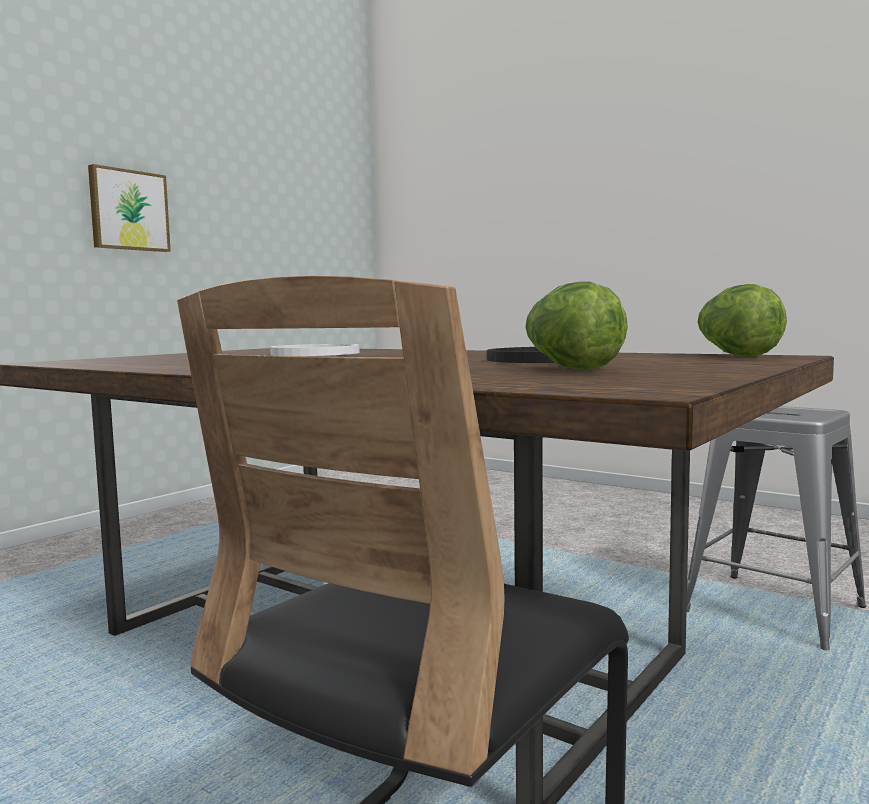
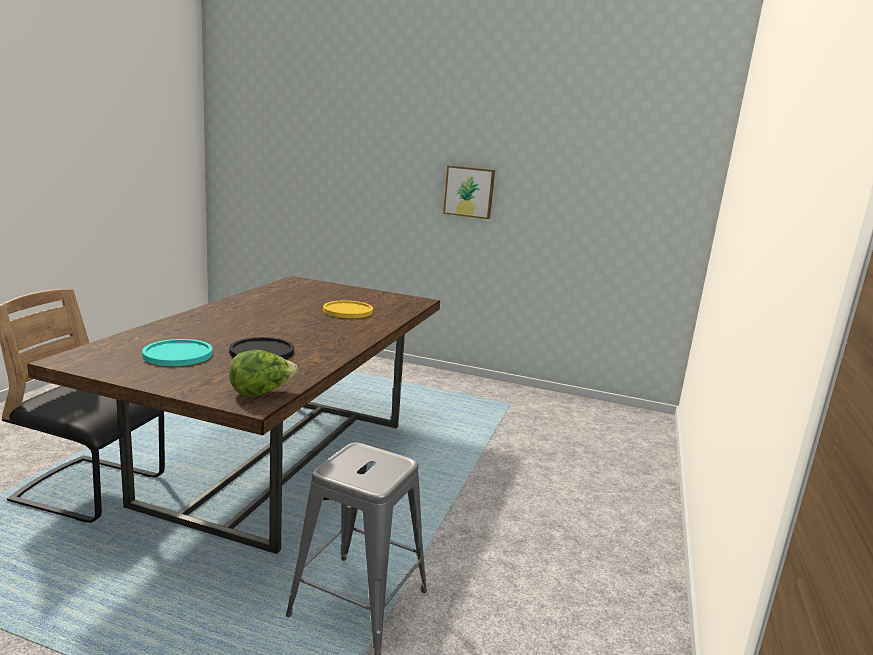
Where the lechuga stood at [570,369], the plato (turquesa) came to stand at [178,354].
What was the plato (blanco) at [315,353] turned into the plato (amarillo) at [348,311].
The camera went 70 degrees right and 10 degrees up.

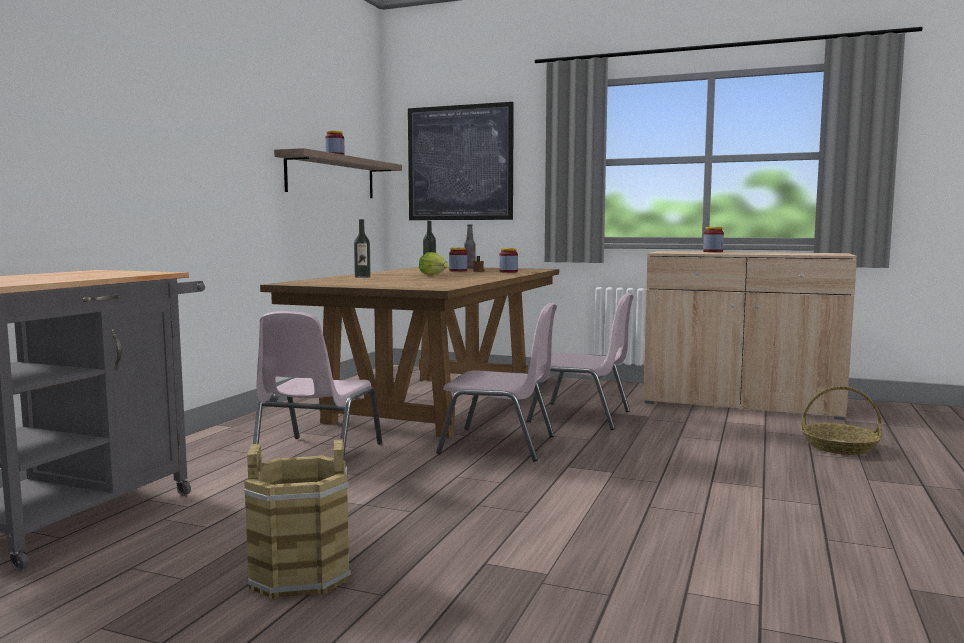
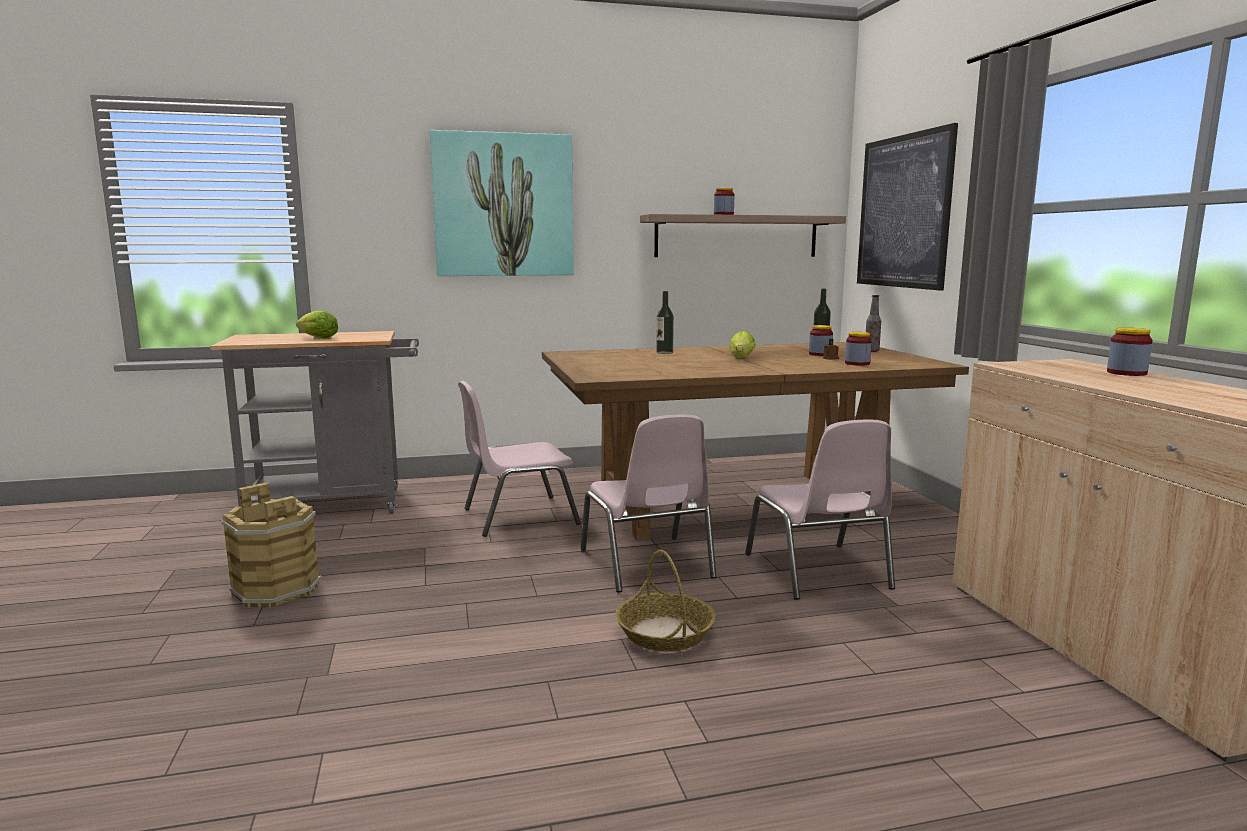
The cesta ended up elsewhere, having gone from [840,447] to [665,633].
The second view gained the cuadro at [503,205].
The second view gained the lechuga at [316,338].
The camera went 55 degrees right and 5 degrees up.

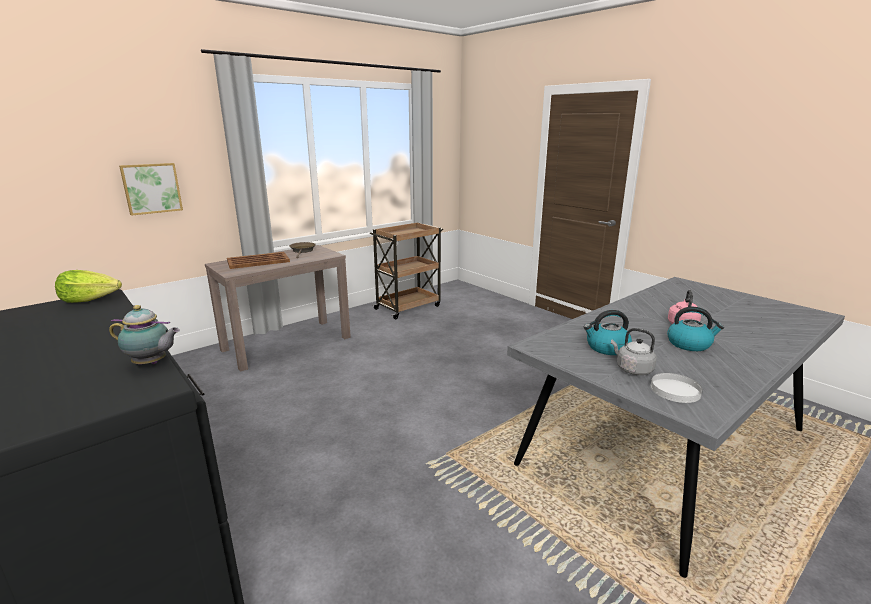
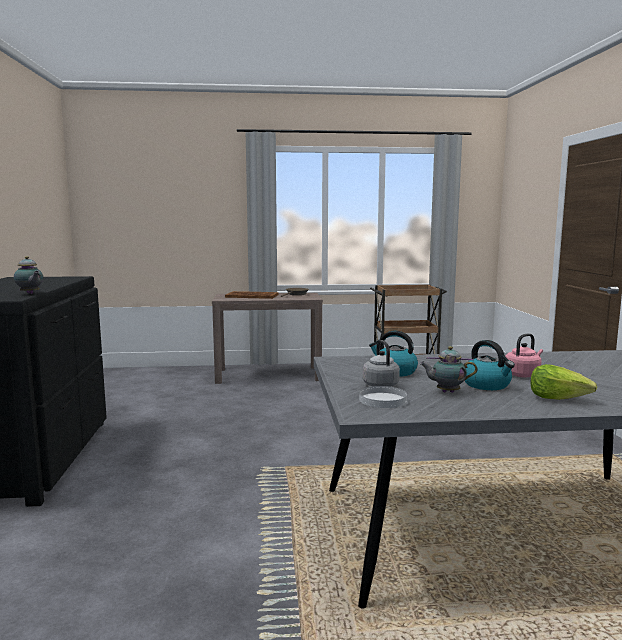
The second view lost the cuadro at [151,188].
The lechuga ended up elsewhere, having gone from [91,300] to [558,398].
The second view gained the tetera at [446,392].
The camera went 35 degrees right and 10 degrees down.

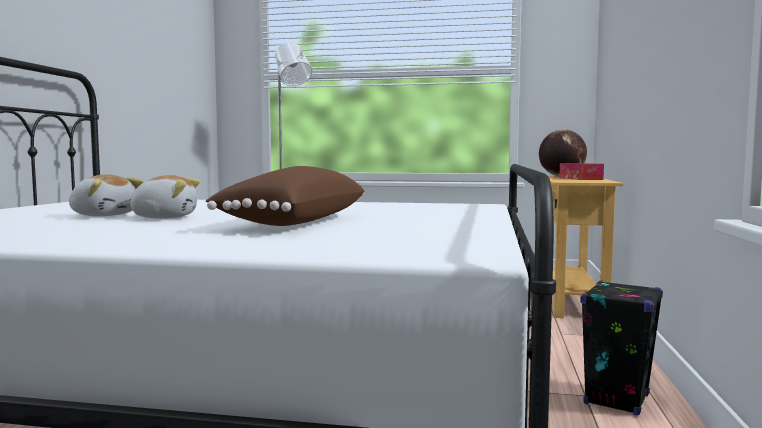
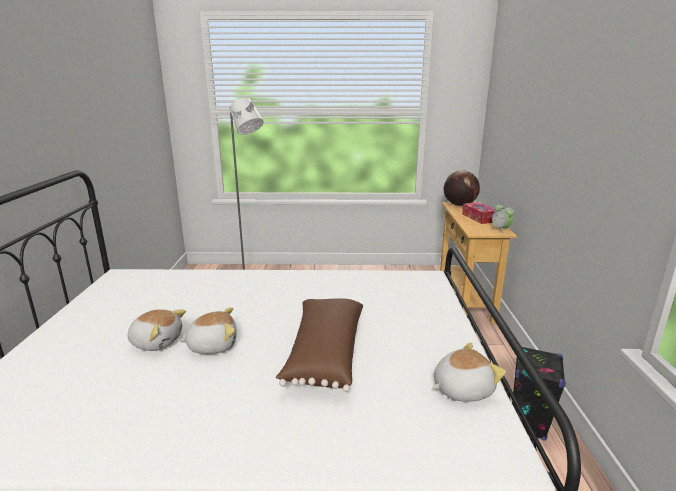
The second view gained the despertador at [501,229].
The second view gained the peluche at [461,389].
The camera went 10 degrees left and 15 degrees up.

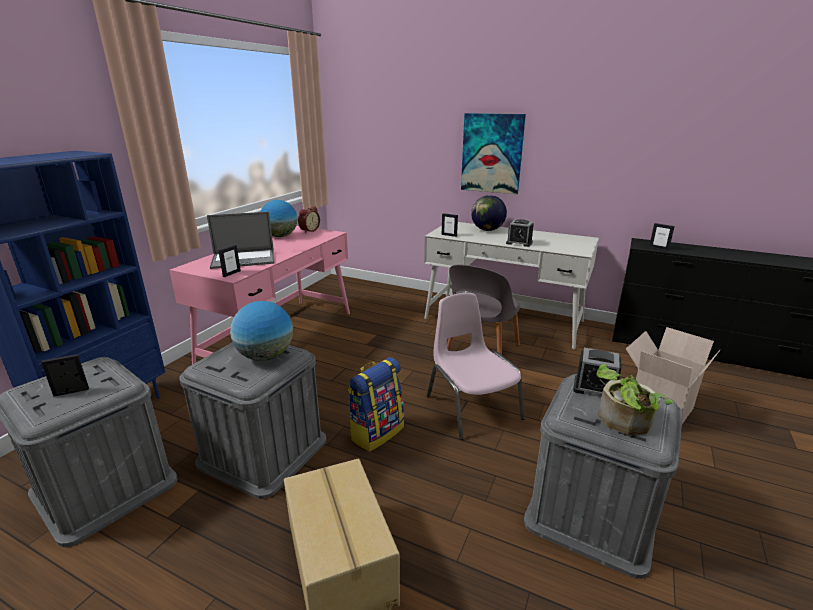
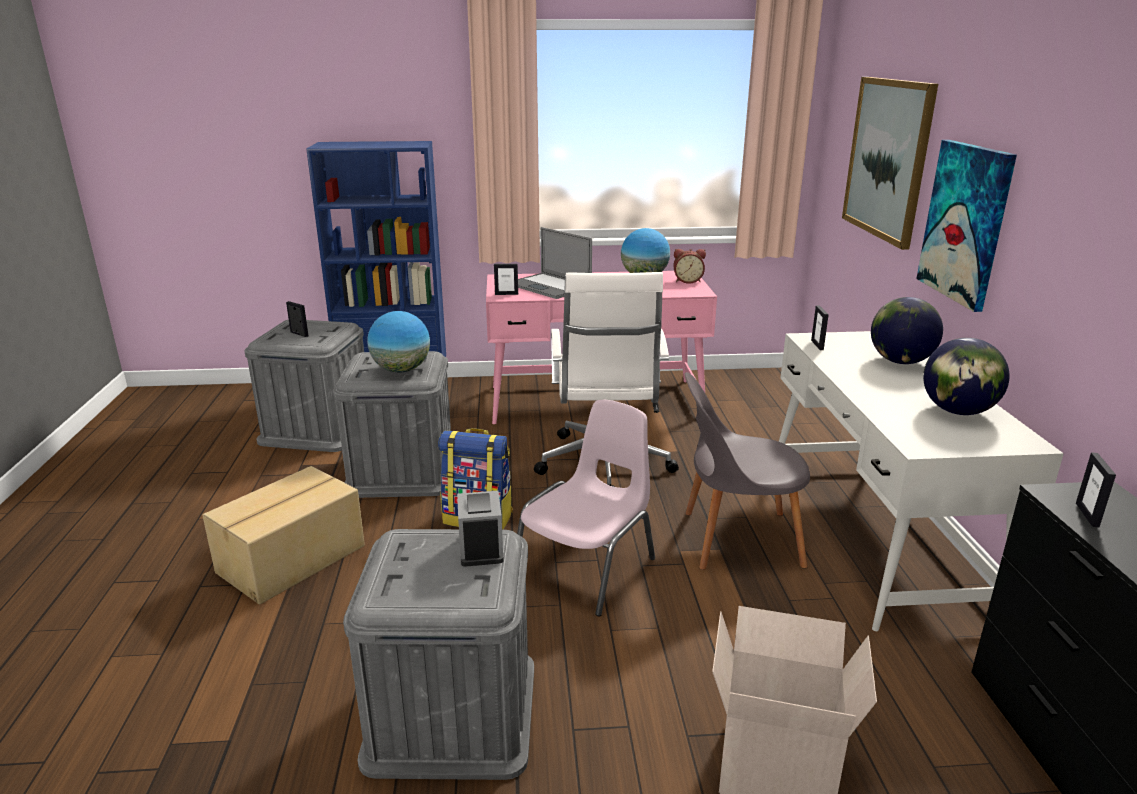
The second view lost the despertador at [519,243].
The second view lost the planta en maceta at [623,423].
The second view gained the cuadro at [887,159].
The second view gained the silla de oficina (blanco) at [604,465].
The second view gained the globo terráqueo at [957,411].
The camera went 60 degrees right and 0 degrees up.

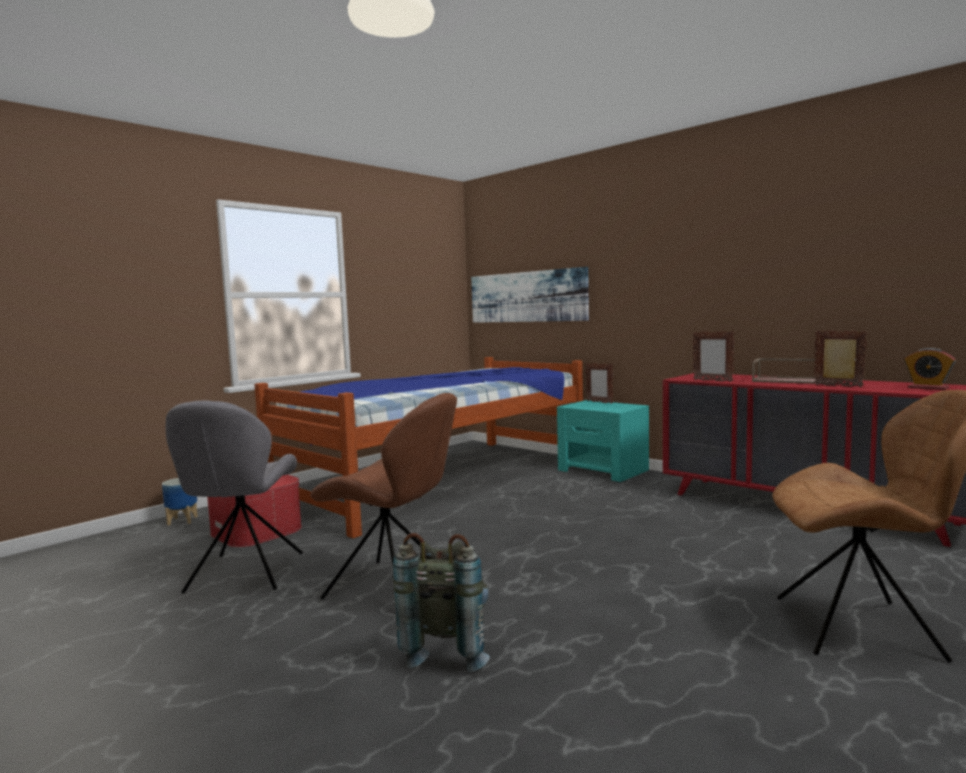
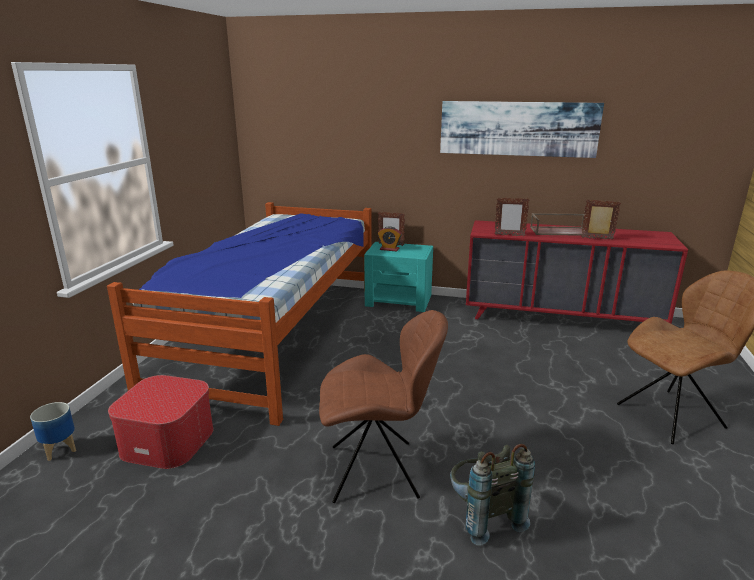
The cuadro ended up elsewhere, having gone from [526,297] to [518,128].
The despertador ended up elsewhere, having gone from [928,388] to [389,249].
The second view lost the silla (gris) at [244,574].
The camera went 30 degrees left and 15 degrees up.

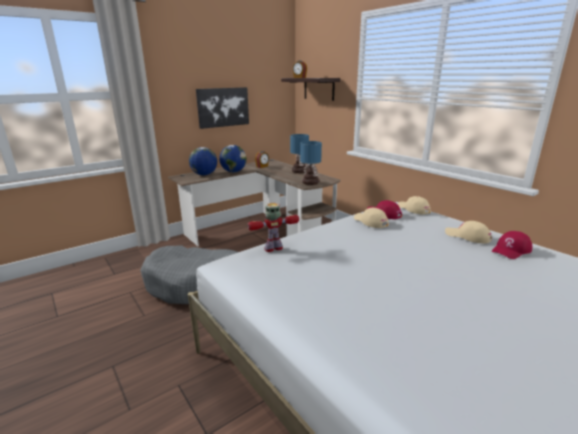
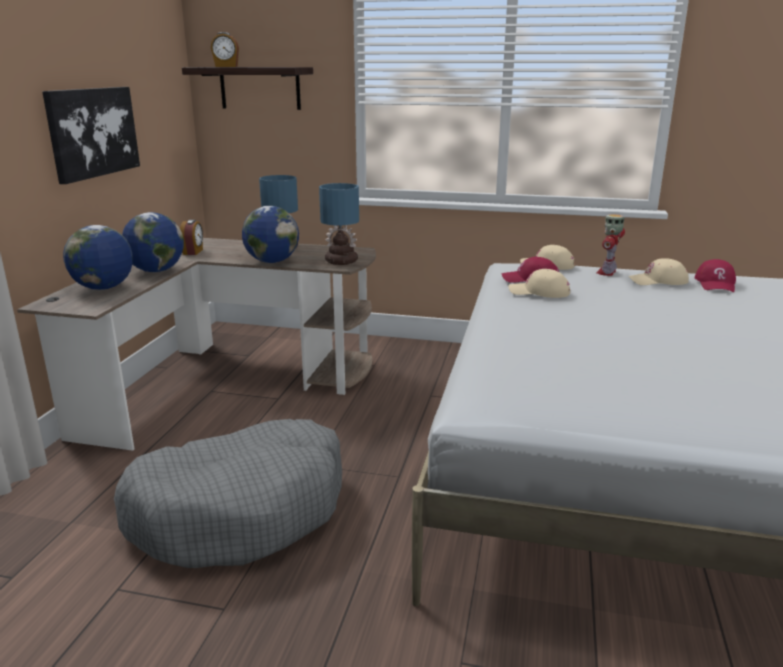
The robot de juguete ended up elsewhere, having gone from [274,248] to [607,272].
The second view gained the globo terráqueo at [272,262].
The camera went 40 degrees left and 0 degrees up.

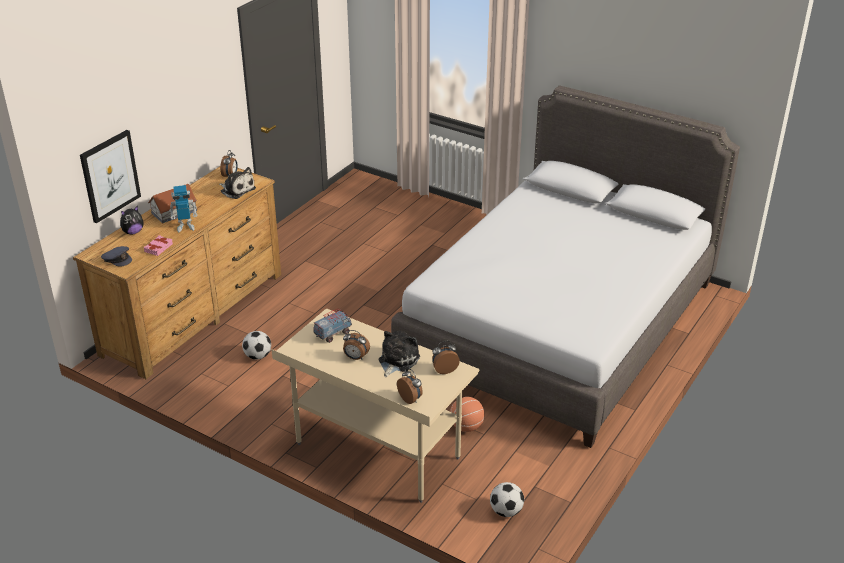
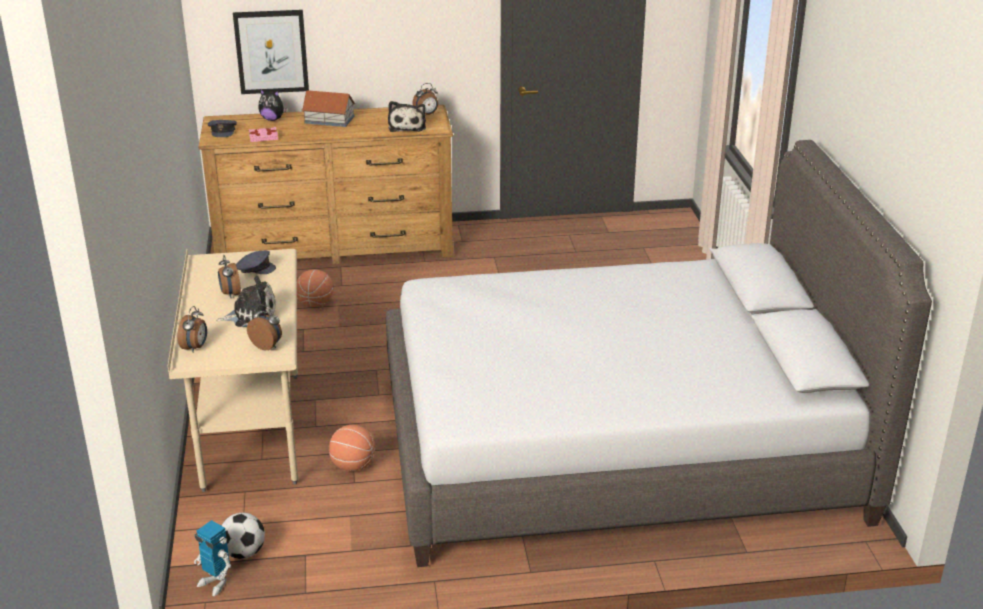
The robot de juguete ended up elsewhere, having gone from [185,226] to [215,583].
Where the camión de juguete stood at [333,334], the gorra (gris) came to stand at [255,268].
Where the balón de fútbol stood at [258,356], the balón de baloncesto came to stand at [315,304].
The camera went 50 degrees right and 5 degrees down.

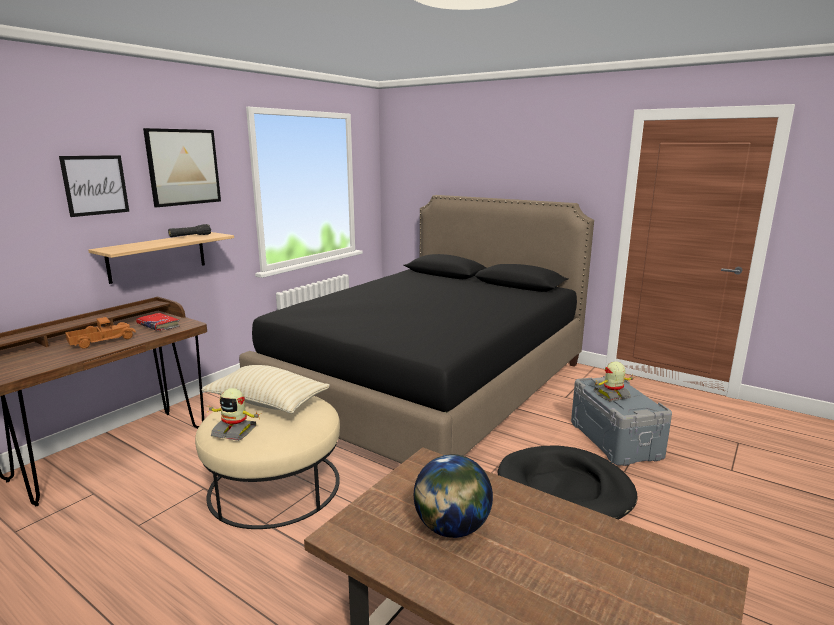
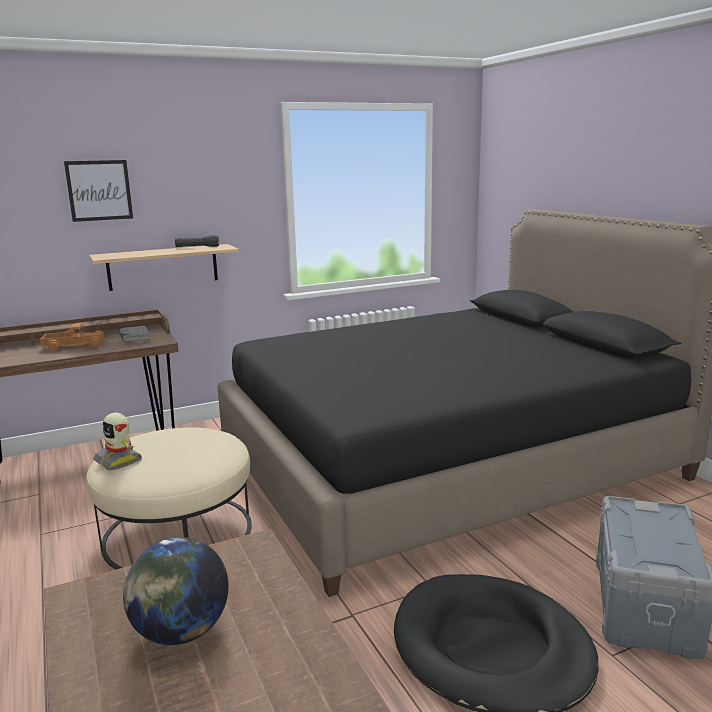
The second view lost the cuadro at [183,167].
What was the libro (rojo) at [158,326] turned into the libro (gris) at [135,339].
The second view lost the robot de juguete at [612,395].
The second view lost the cojín (beis) at [267,403].
The camera went 30 degrees right and 0 degrees up.

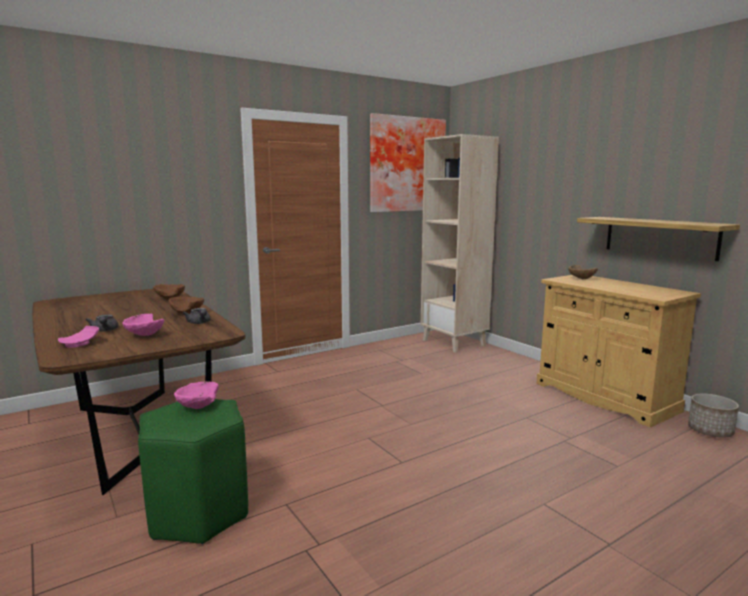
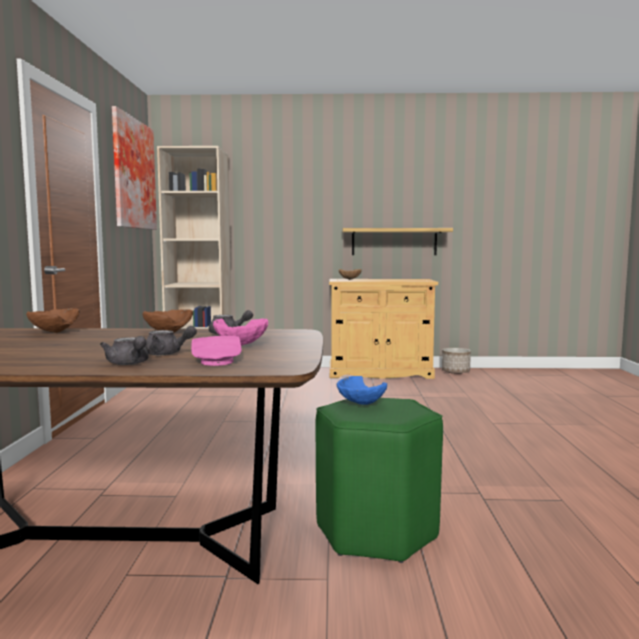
What was the cuenco (rosa) at [197,407] turned into the cuenco (azul) at [360,405].
The second view gained the tetera (gris) at [129,364].
The camera went 55 degrees left and 5 degrees down.

